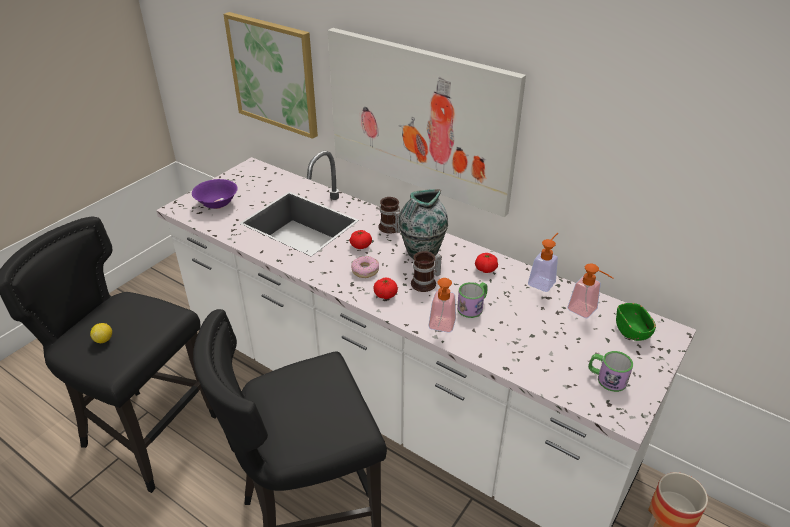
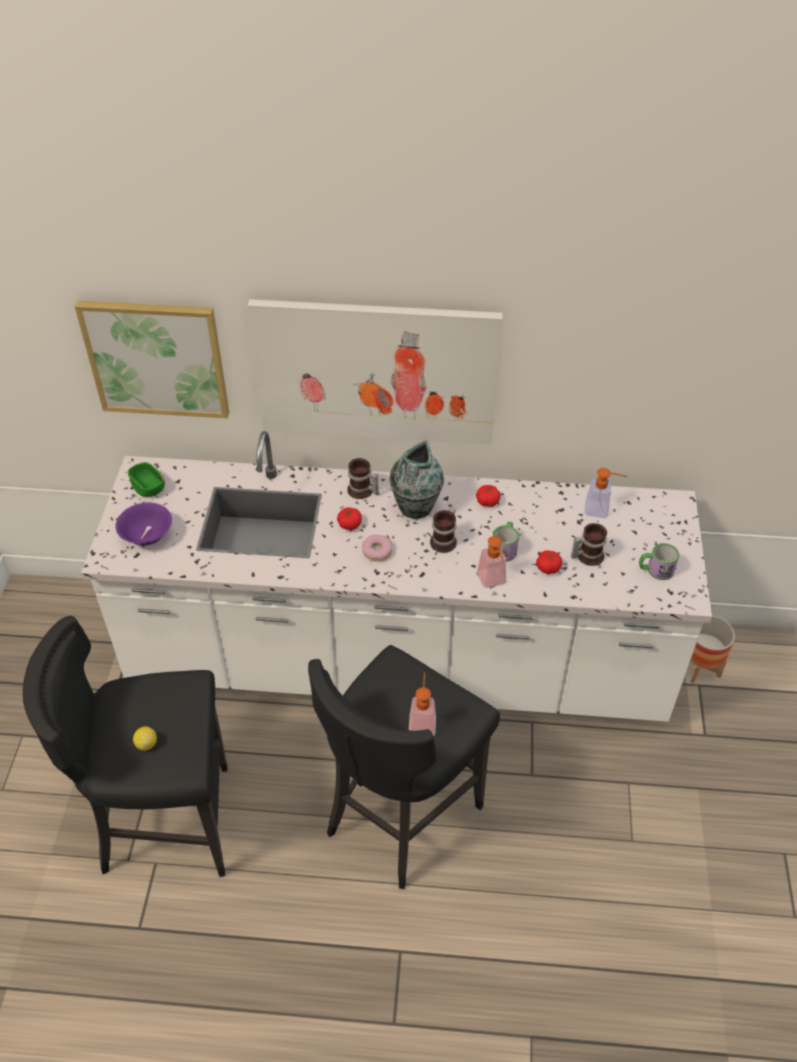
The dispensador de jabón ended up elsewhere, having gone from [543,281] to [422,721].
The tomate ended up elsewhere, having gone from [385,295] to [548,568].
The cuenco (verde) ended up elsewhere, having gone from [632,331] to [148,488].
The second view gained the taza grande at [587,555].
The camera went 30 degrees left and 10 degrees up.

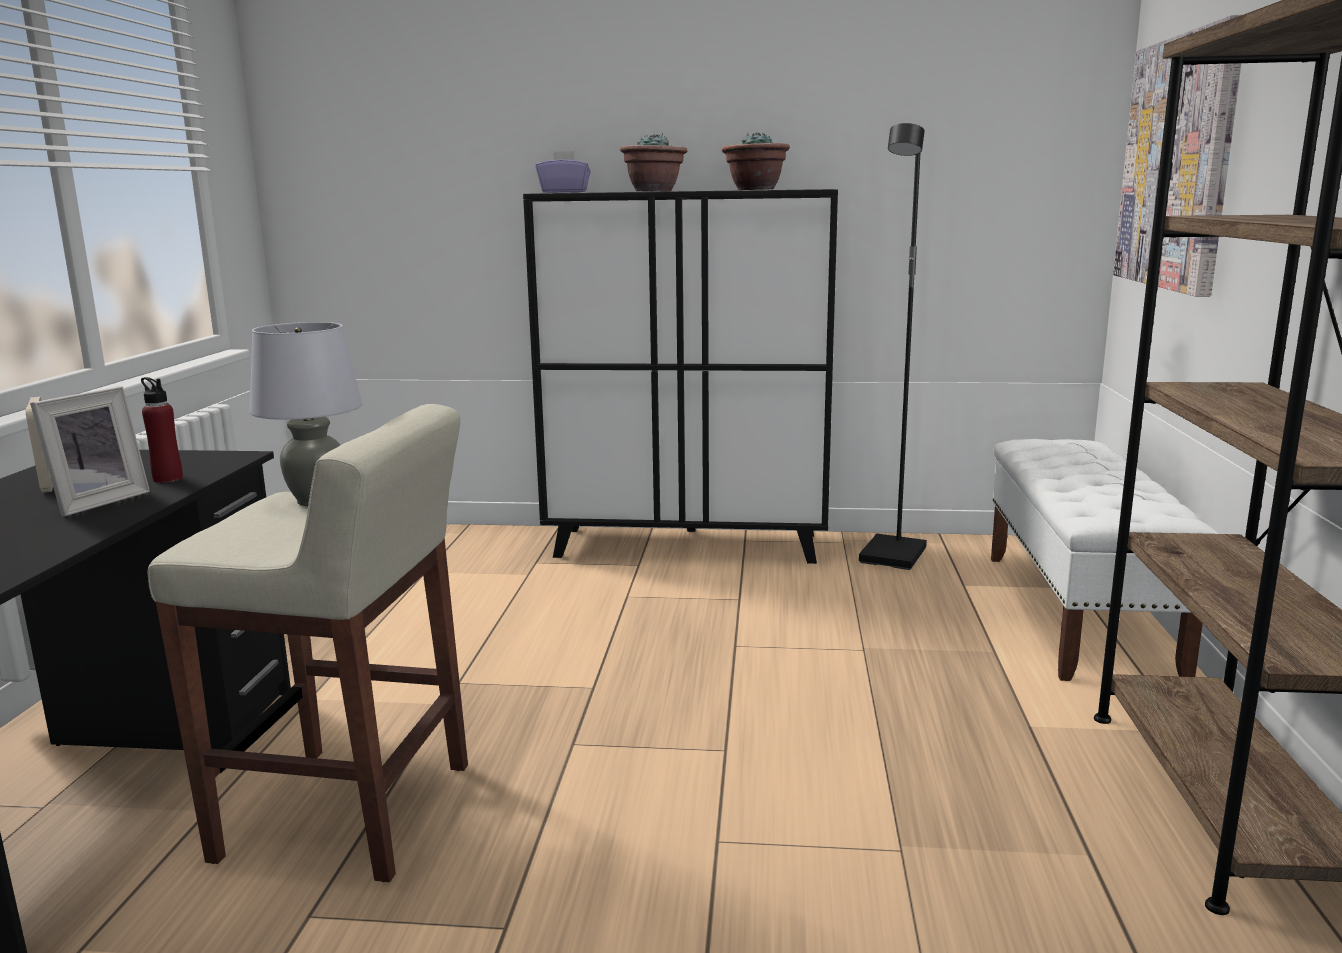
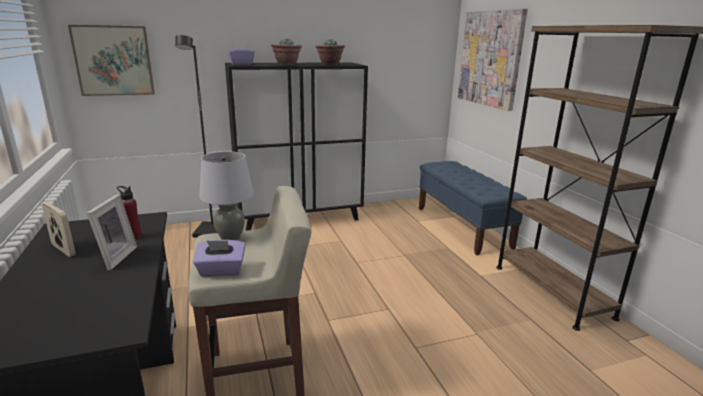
The lámpara de pie (negro) ended up elsewhere, having gone from [894,556] to [210,231].
What was the banco (blanco) at [1078,613] turned into the banco (azul) at [462,227].
The second view gained the cuadro at [114,61].
The second view gained the caja de pañuelos (morado) at [221,271].
The camera went 25 degrees left and 5 degrees up.

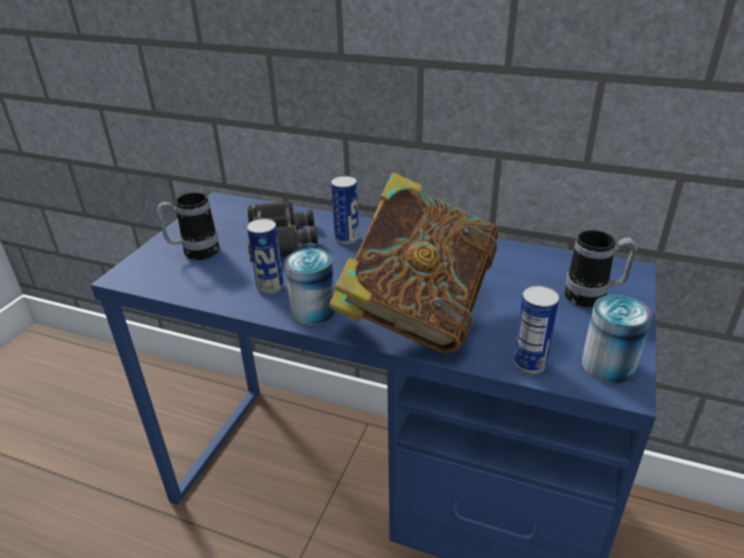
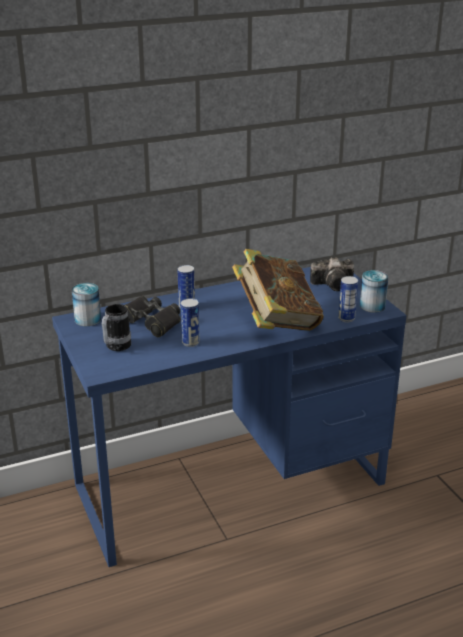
Where the taza grande stood at [593,297], the cámara came to stand at [334,284].
The lata ended up elsewhere, having gone from [313,310] to [87,319].
The camera went 45 degrees left and 5 degrees down.

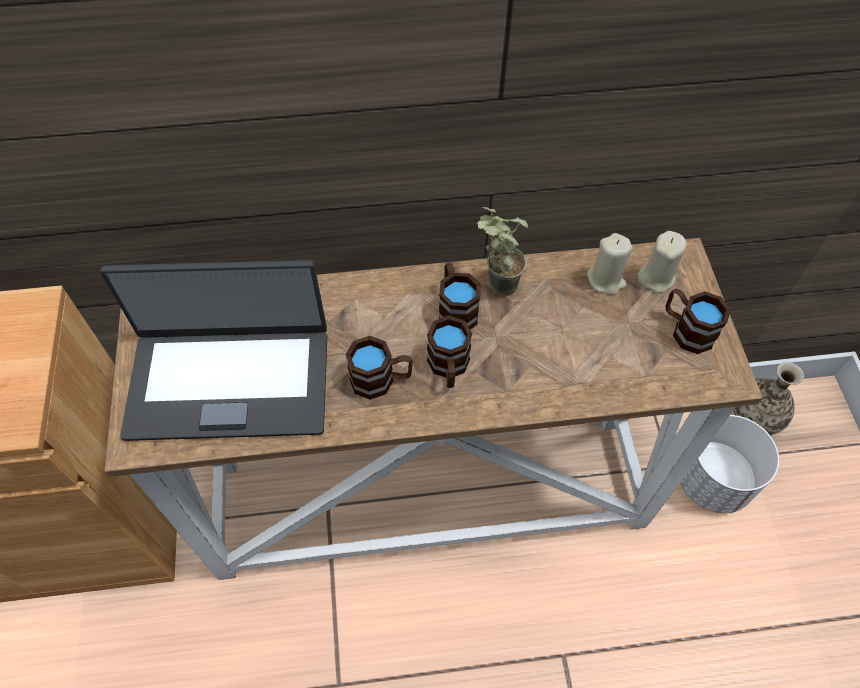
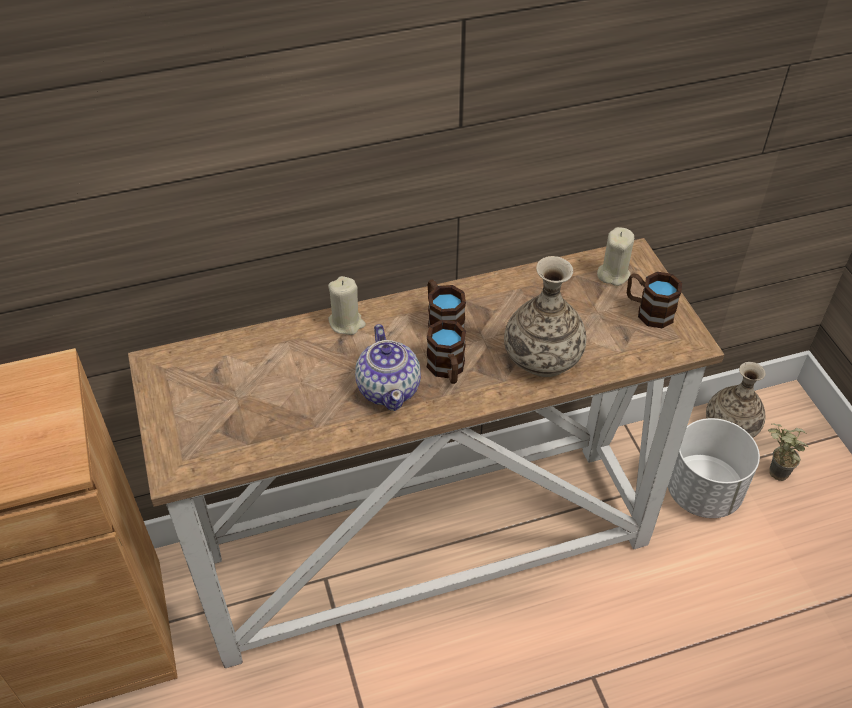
The planta en maceta ended up elsewhere, having gone from [494,284] to [772,473].
The vela (beis) ended up elsewhere, having gone from [606,280] to [346,323].
The second view lost the portátil at [229,380].
Where the taza grande (marrón) stood at [381,380], the tetera came to stand at [389,388].
The second view gained the florero at [543,357].
The camera went 10 degrees left and 10 degrees down.

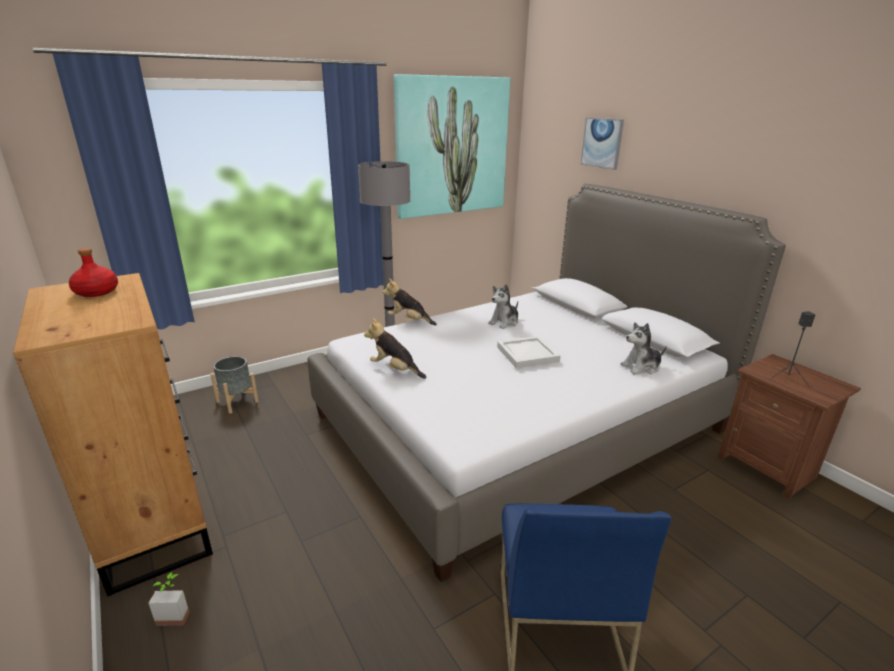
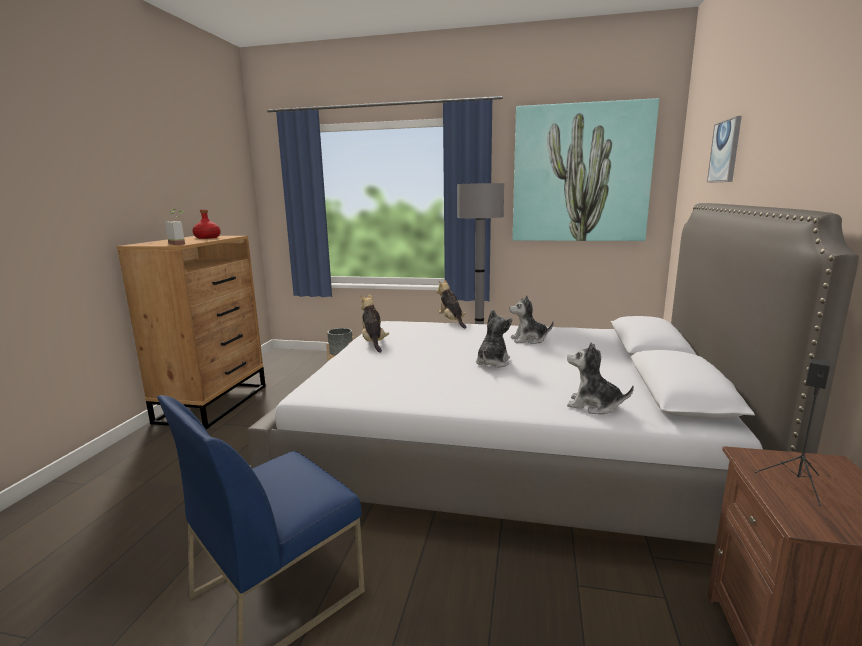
Where the bandeja (blanco) stood at [527,354], the peluche came to stand at [492,362].
The planta en maceta ended up elsewhere, having gone from [175,613] to [181,243].
The camera went 45 degrees right and 10 degrees down.

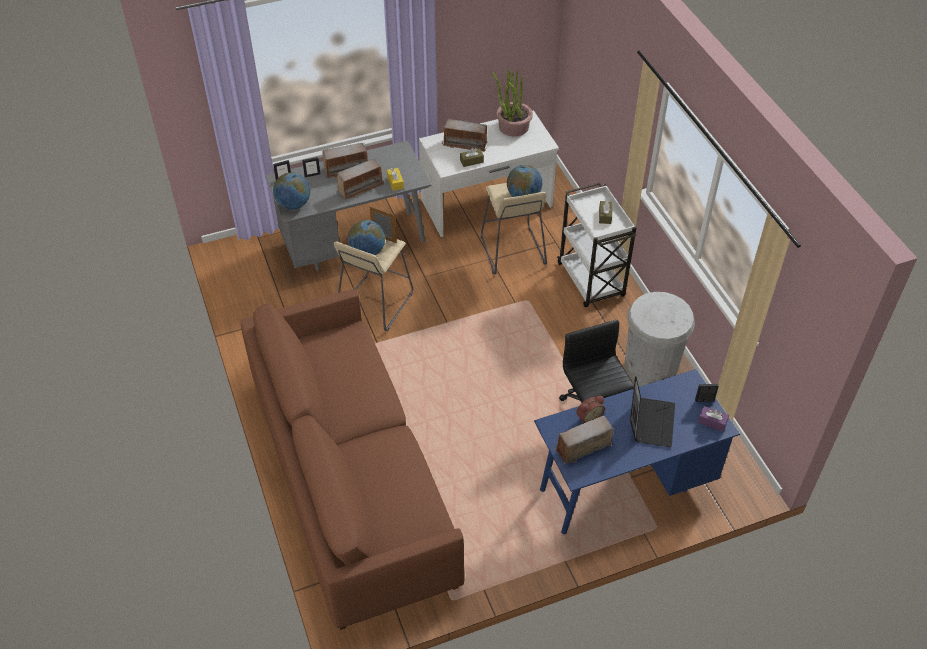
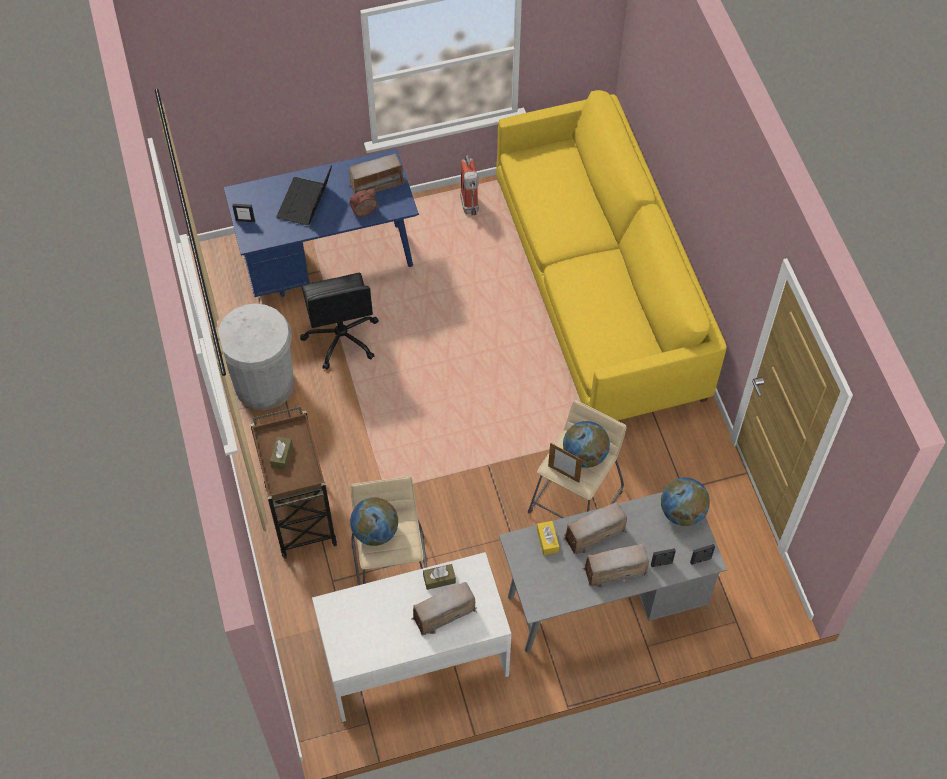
The second view lost the planta en maceta at [513,126].
The radio at [465,144] ended up facing another way, 45 degrees counterclockwise from before.
What was the carrito (blanco) at [591,281] turned into the carrito (marrón) at [300,512].
What was the sofá (marrón) at [351,478] turned into the sofá (amarillo) at [599,289].
The second view lost the caja de pañuelos (morado) at [712,422].
The second view gained the extintor at [470,208].
The camera went 175 degrees left and 10 degrees up.

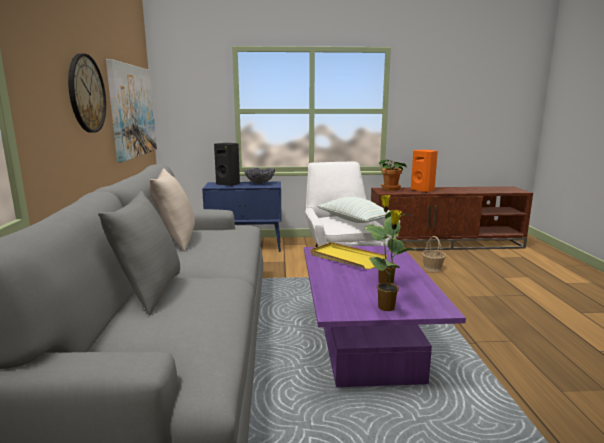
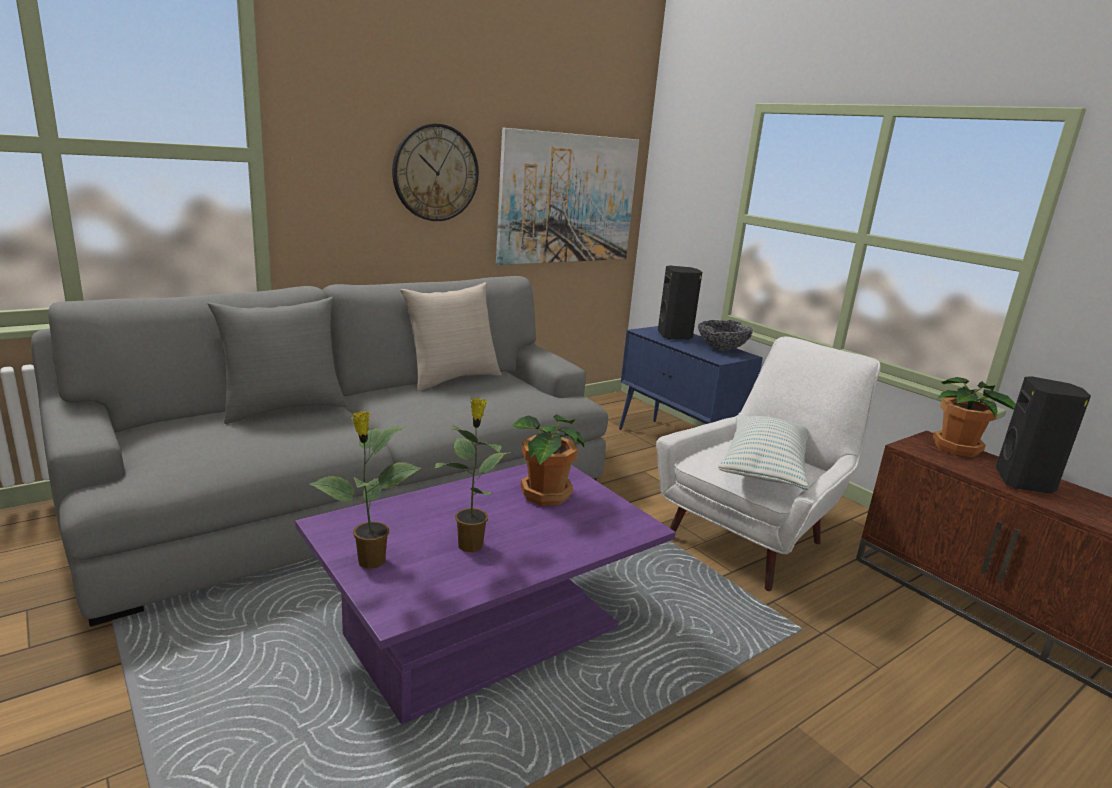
What was the altavoz (naranja) at [423,190] turned into the altavoz (negro) at [1025,482].
The second view lost the cesta at [432,268].
Where the bandeja (amarillo) stood at [346,258], the planta en maceta came to stand at [544,495].
The camera went 55 degrees right and 5 degrees up.

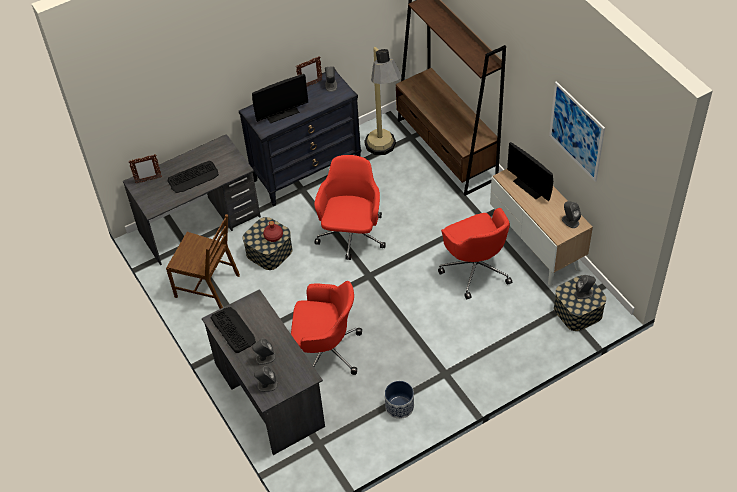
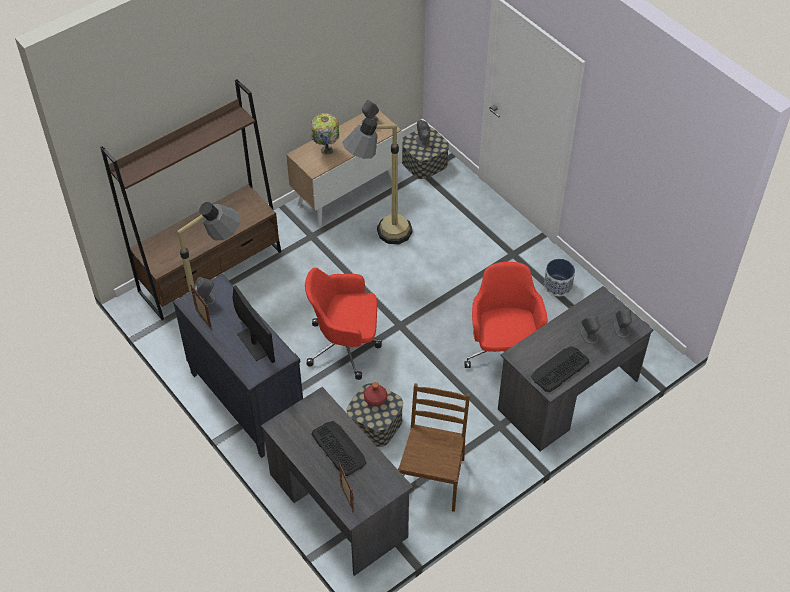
The second view lost the cuadro at [576,131].
Where the monitor stood at [529,186], the lámpara de mesa came to stand at [326,150].
Where the silla de oficina (rojo) stood at [475,268], the lámpara de pie came to stand at [380,238].
The camera went 100 degrees left and 0 degrees up.

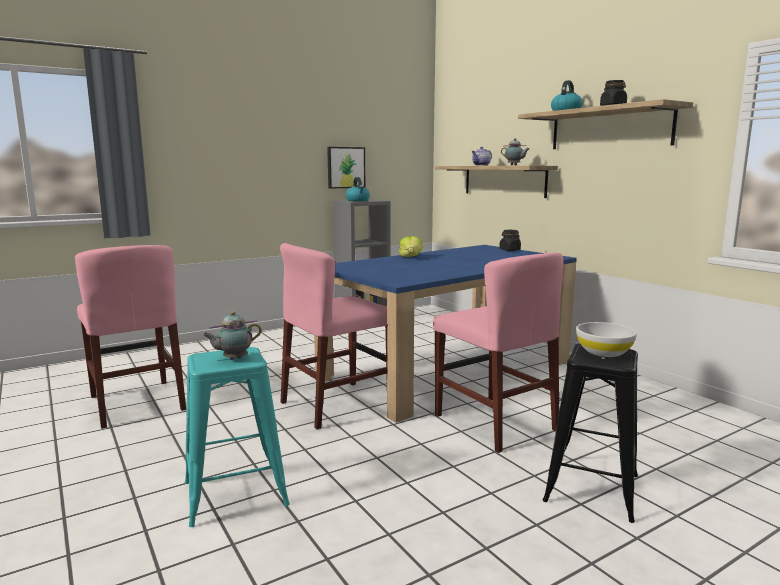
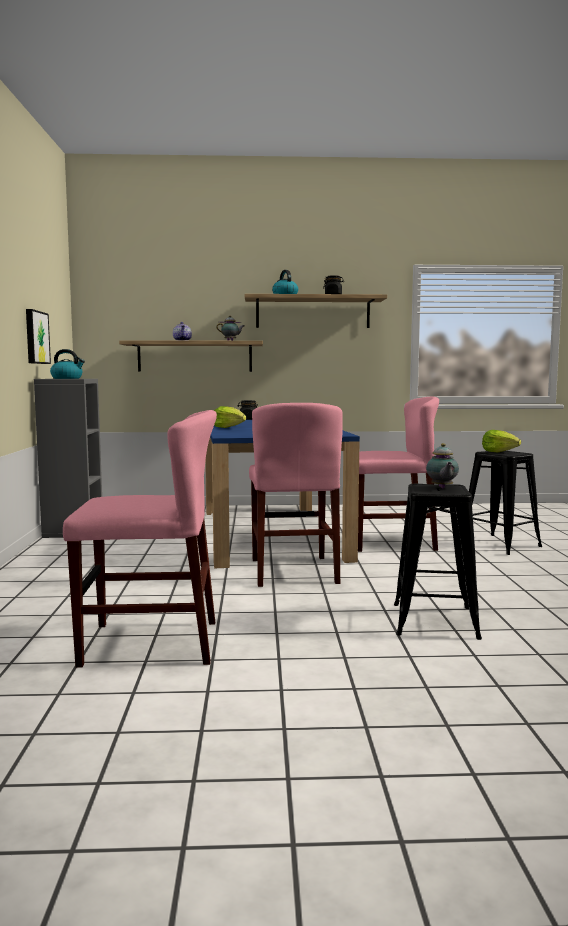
Where the cuenco (blanco) stood at [603,352], the lechuga came to stand at [499,452].
What was the taburete (turquesa) at [235,493] turned into the taburete (negro) at [434,621].
The camera went 60 degrees left and 5 degrees down.

